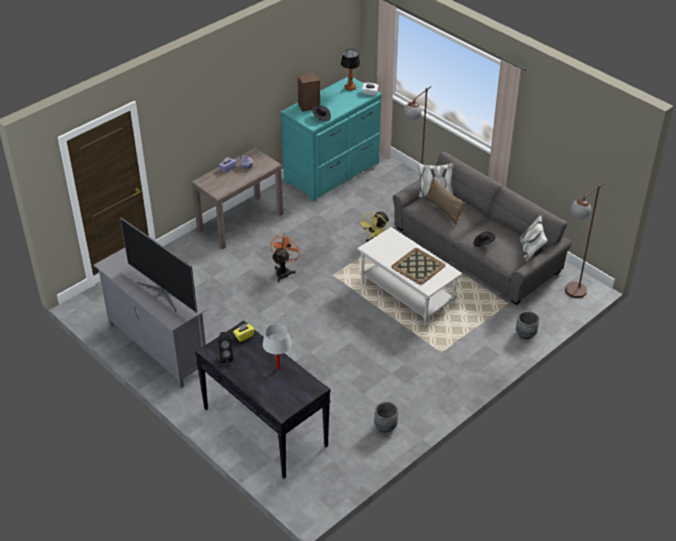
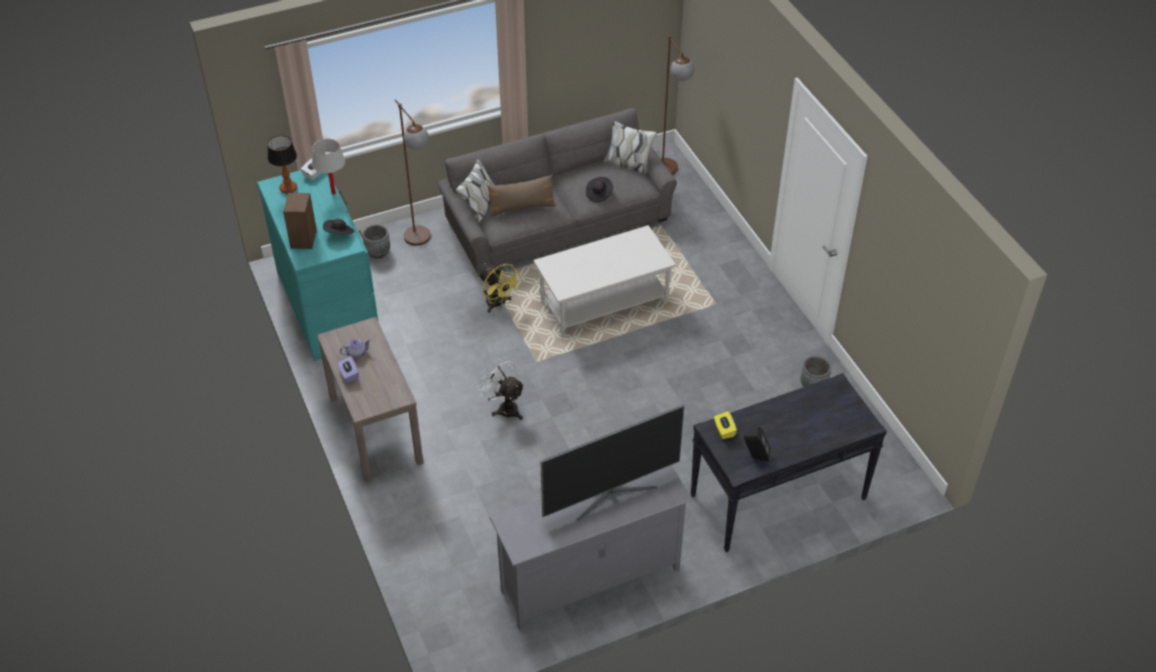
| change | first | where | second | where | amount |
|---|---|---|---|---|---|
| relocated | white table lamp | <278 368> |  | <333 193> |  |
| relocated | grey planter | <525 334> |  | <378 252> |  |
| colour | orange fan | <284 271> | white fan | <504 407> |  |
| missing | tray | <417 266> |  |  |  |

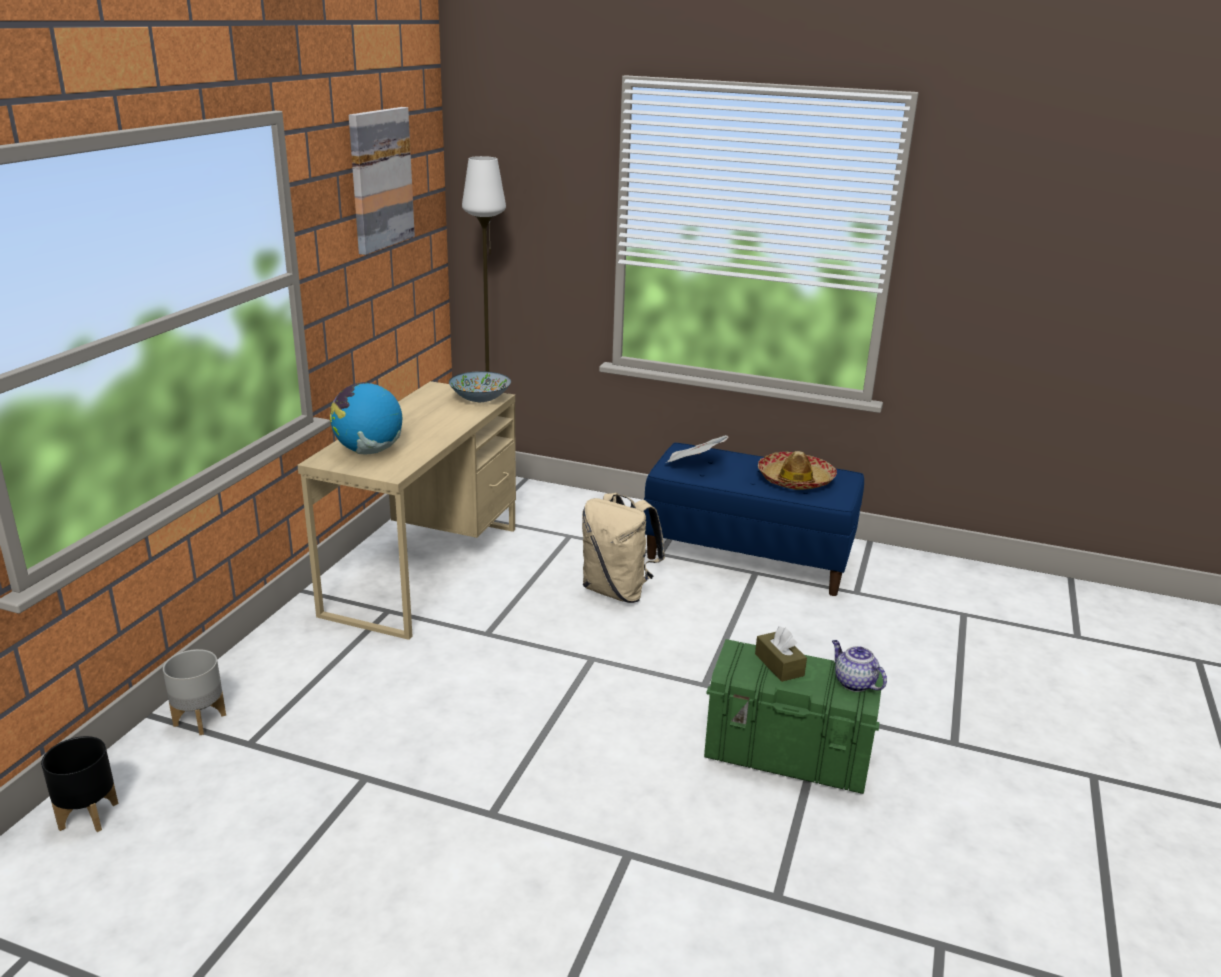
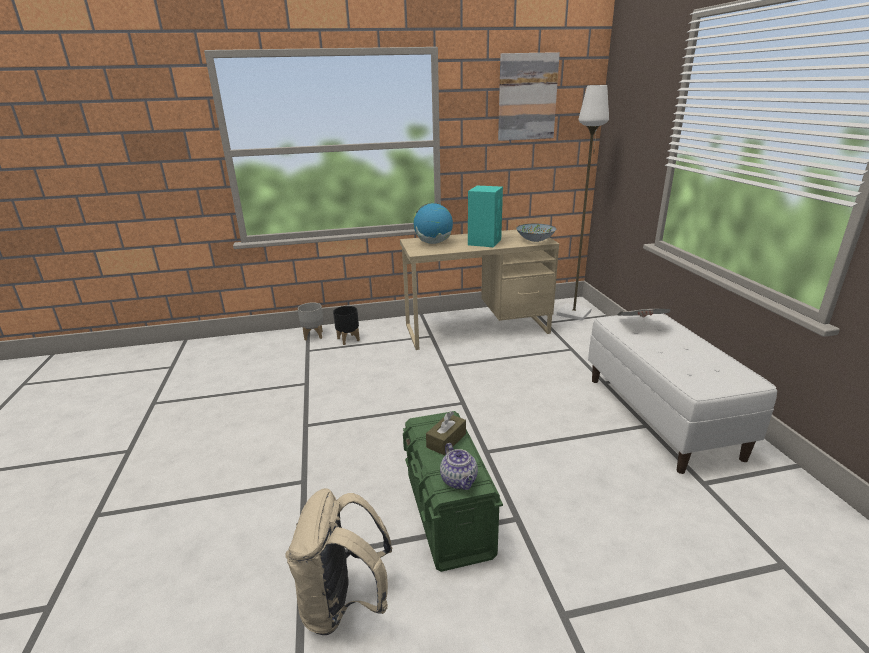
| change | first | where | second | where | amount |
|---|---|---|---|---|---|
| relocated | beige backpack | <618 591> |  | <343 603> |  |
| relocated | black planter | <89 815> |  | <348 339> |  |
| spun | teapot | <853 682> |  | <459 481> | 135 degrees clockwise |
| appeared |  |  | turquoise speaker | <485 242> |  |
| colour | blue bench | <749 557> | white bench | <661 416> |  |
| missing | hat | <795 480> |  |  |  |

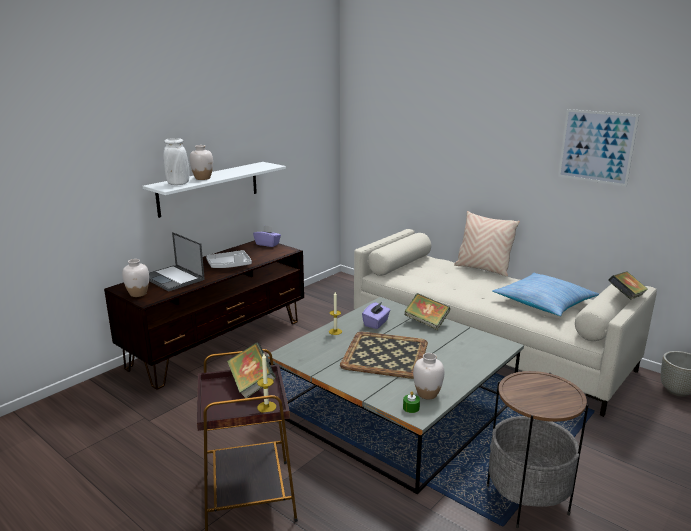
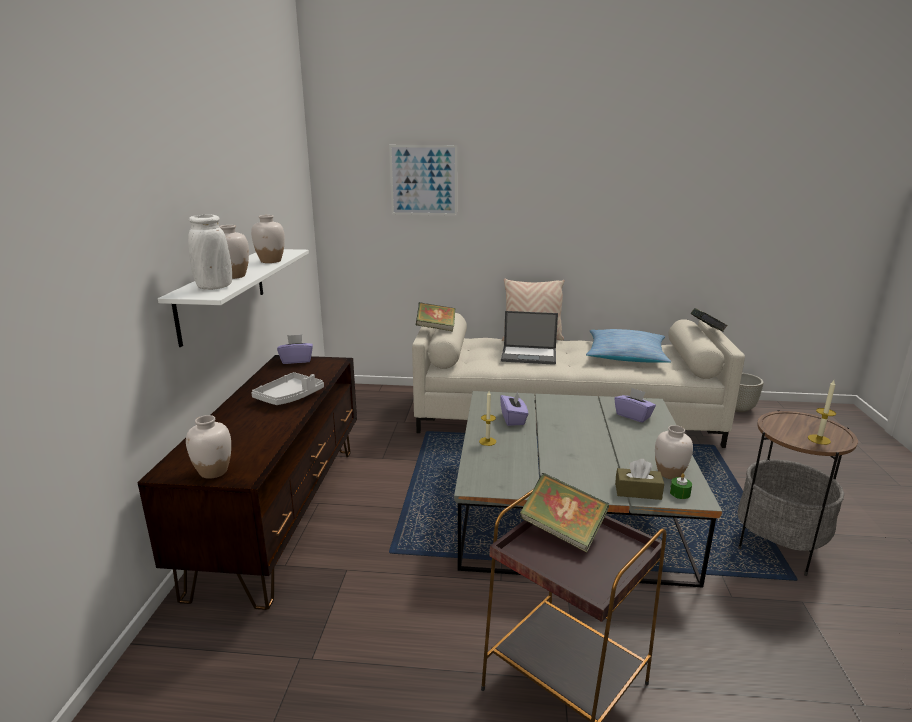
| change | first | where | second | where | amount |
|---|---|---|---|---|---|
| appeared |  |  | white vase | <270 261> |  |
| relocated | picture | <596 147> |  | <423 180> |  |
| relocated | book | <426 322> |  | <436 328> |  |
| relocated | laptop | <173 278> |  | <529 355> |  |
| appeared |  |  | purple tissue box | <633 416> |  |
| appeared |  |  | brown tissue box | <638 491> |  |
| relocated | candle | <266 407> |  | <819 439> |  |
| missing | tray | <386 354> |  |  |  |

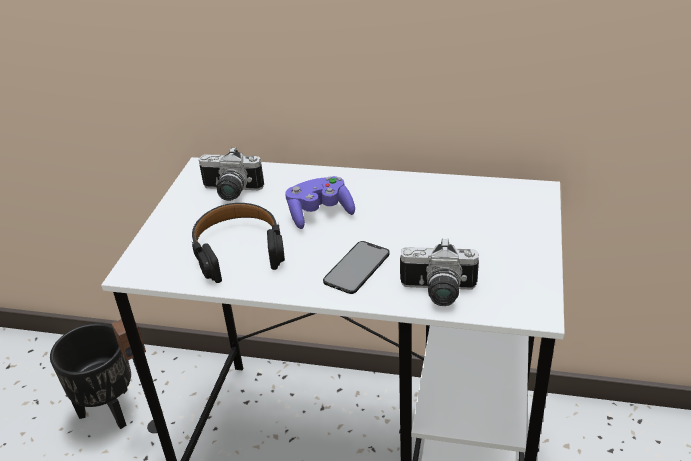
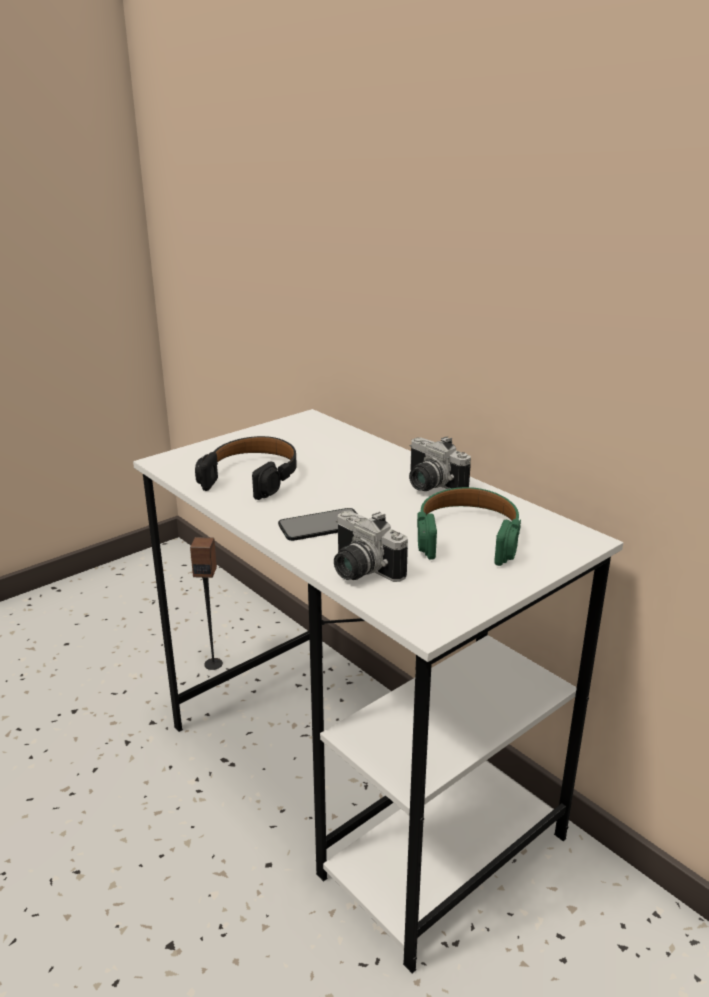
| change | first | where | second | where | amount |
|---|---|---|---|---|---|
| relocated | photo camera | <230 192> |  | <429 485> |  |
| appeared |  |  | green headphones | <467 537> |  |
| missing | black planter | <109 411> |  |  |  |
| missing | purple game controller | <319 213> |  |  |  |

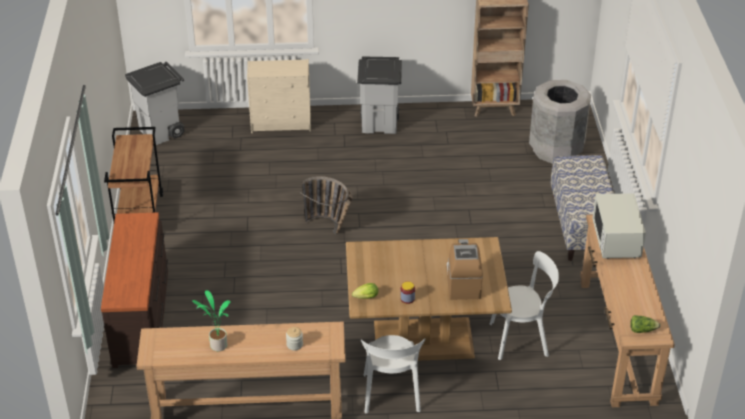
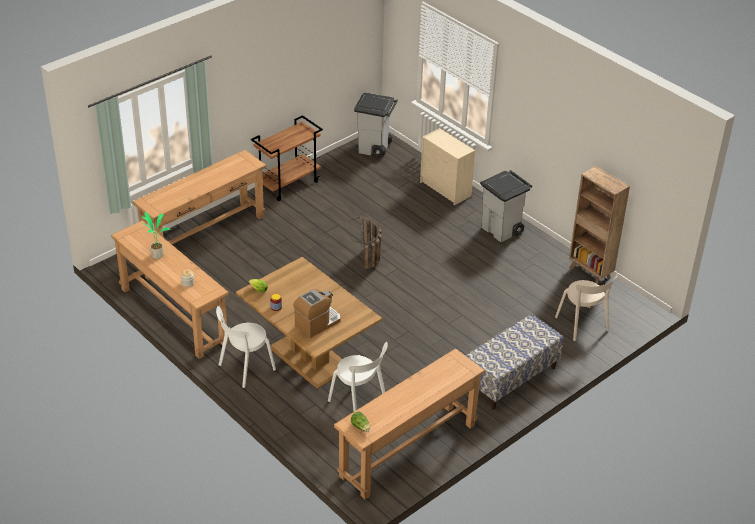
| change | first | where | second | where | amount |
|---|---|---|---|---|---|
| exchanged | brown dresser | <142 317> | brown console table | <204 234> |  |
| exchanged | grey trash can | <556 149> | beige chair | <583 325> |  |
| missing | white microwave | <616 240> |  |  |  |

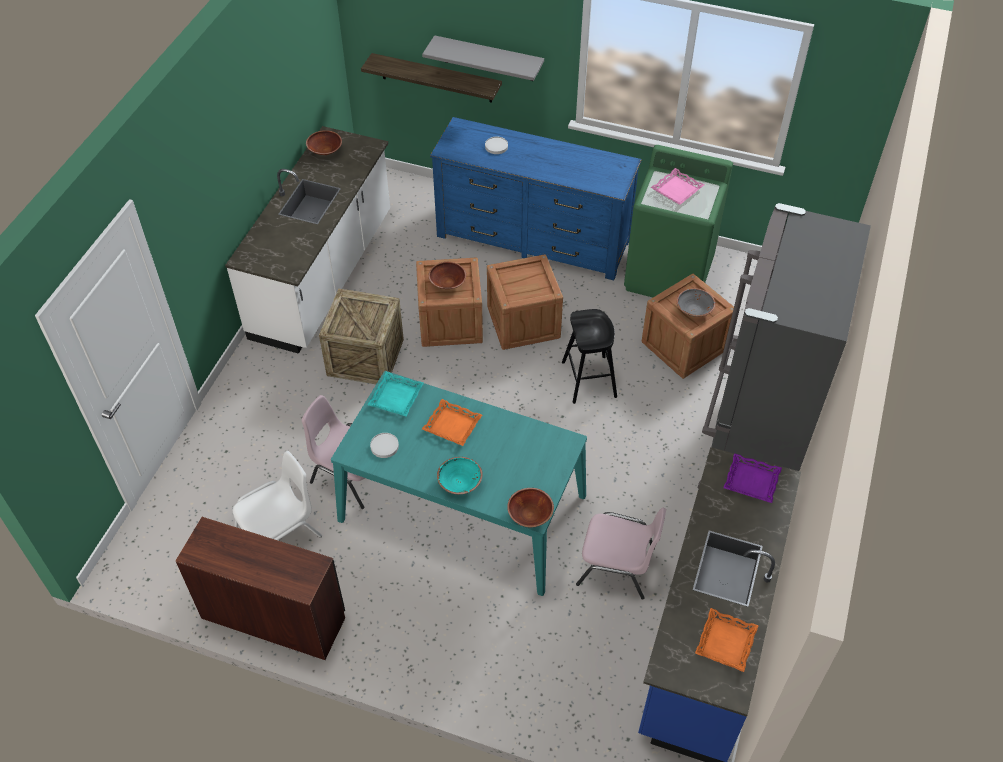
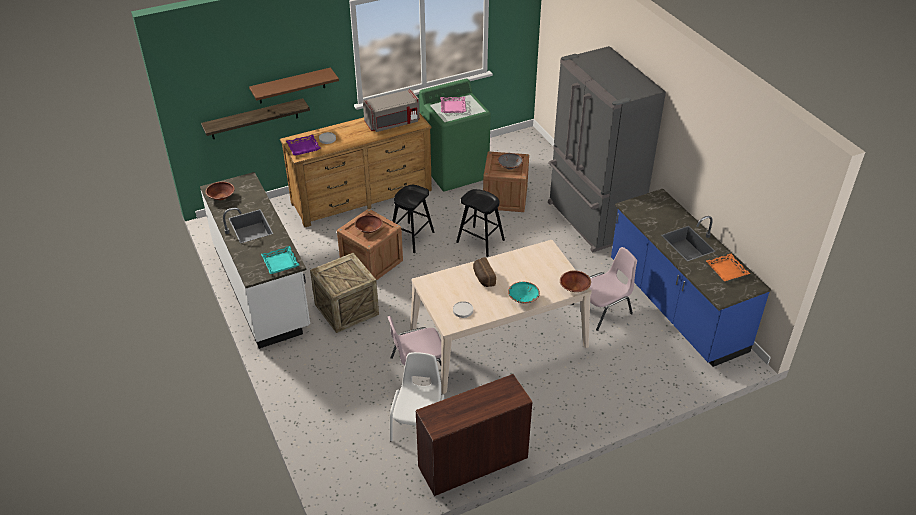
| change | first | where | second | where | amount |
|---|---|---|---|---|---|
| colour | grey shelf | <488 59> | brown shelf | <291 86> |  |
| relocated | turquoise tray | <396 397> |  | <281 262> |  |
| colour | blue dresser | <533 238> | brown dresser | <362 197> |  |
| relocated | purple tray | <751 481> |  | <303 147> |  |
| appeared |  |  | grey microwave | <393 123> |  |
| exchanged | crate | <523 322> | black stool | <411 237> |  |
| colour | turquoise dining table | <462 508> | beige dining table | <498 339> |  |
| exchanged | orange tray | <452 425> | bread | <483 278> |  |

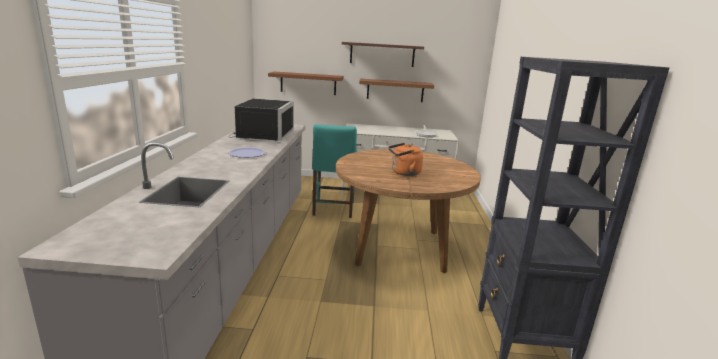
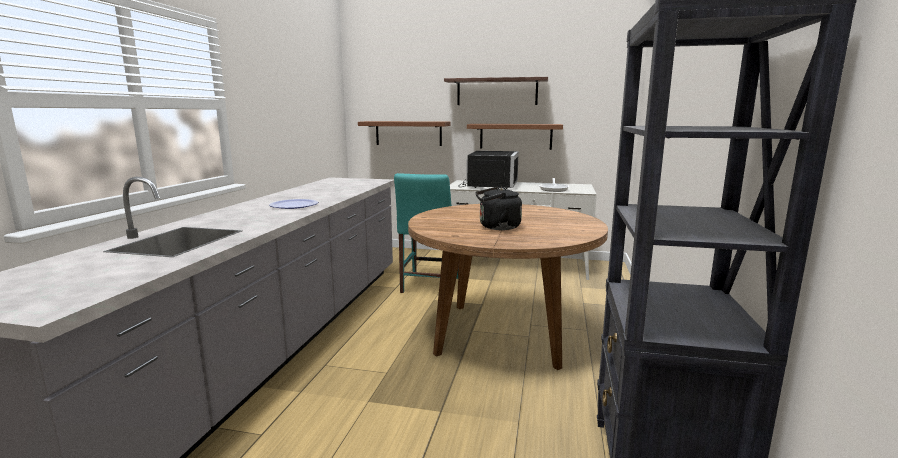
| change | first | where | second | where | amount |
|---|---|---|---|---|---|
| relocated | black microwave | <261 134> |  | <488 185> |  |
| colour | orange kettle | <404 173> | black kettle | <497 227> |  |

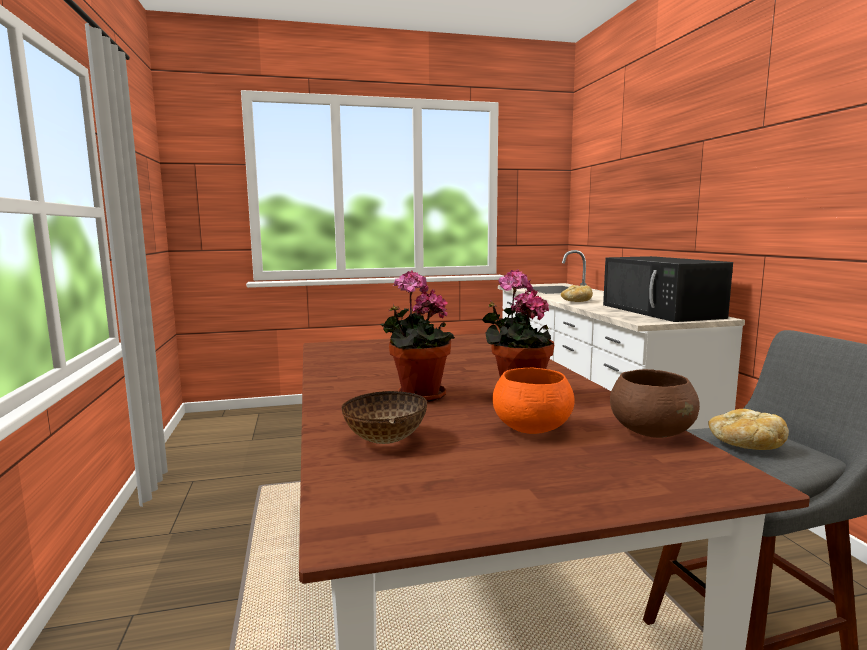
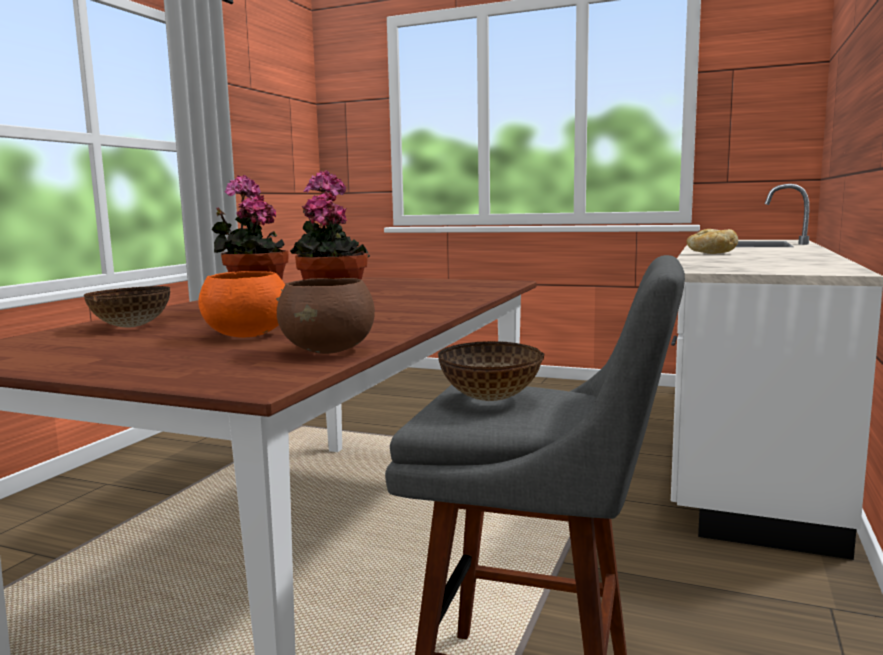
| change | first | where | second | where | amount |
|---|---|---|---|---|---|
| exchanged | bread | <745 445> | bowl | <489 399> |  |
| missing | black microwave | <662 311> |  |  |  |

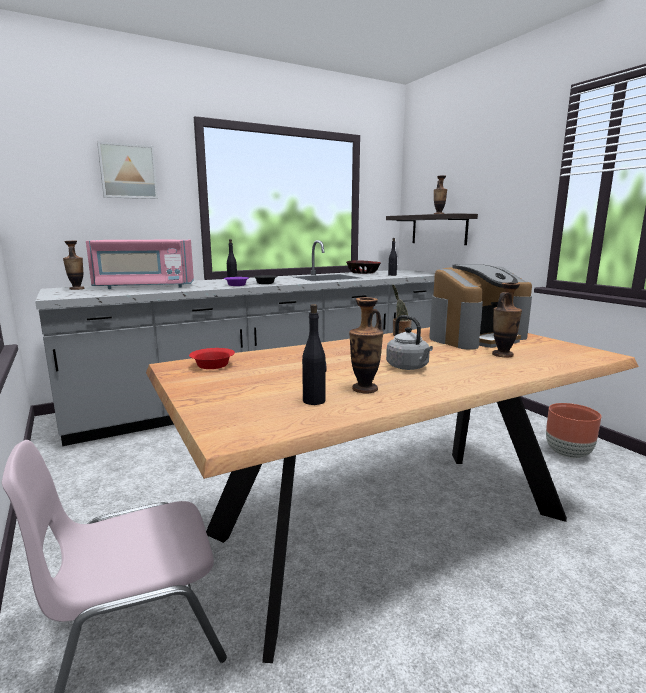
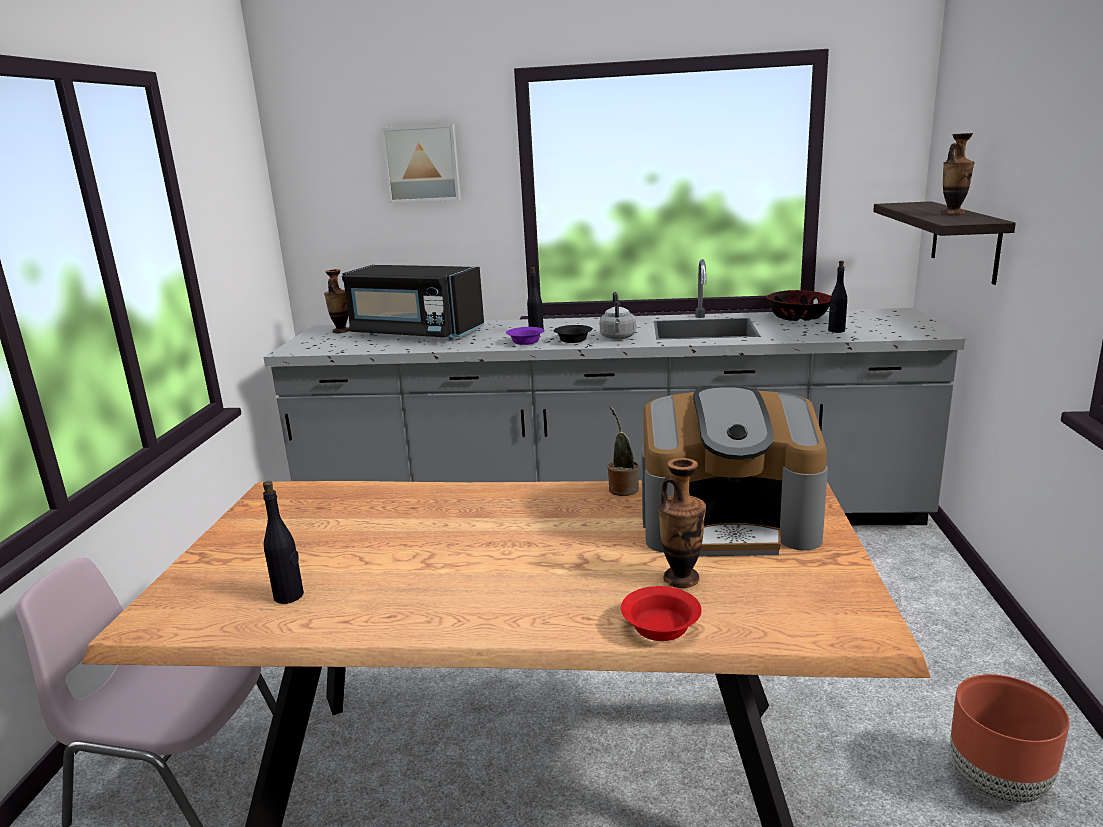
| change | first | where | second | where | amount |
|---|---|---|---|---|---|
| colour | pink microwave | <145 287> | black microwave | <415 334> |  |
| relocated | grey kettle | <409 367> |  | <618 337> |  |
| relocated | red bowl | <214 365> |  | <662 627> |  |
| missing | vase | <364 389> |  |  |  |

